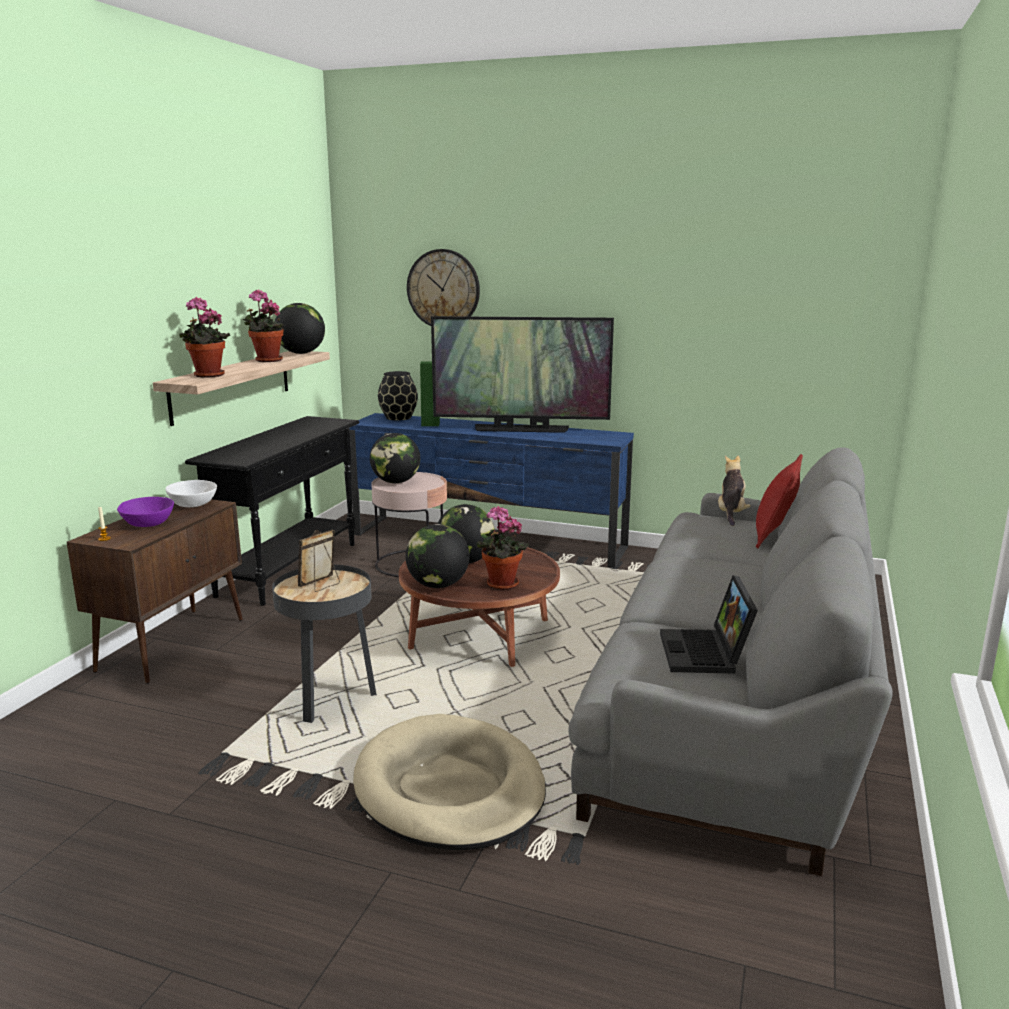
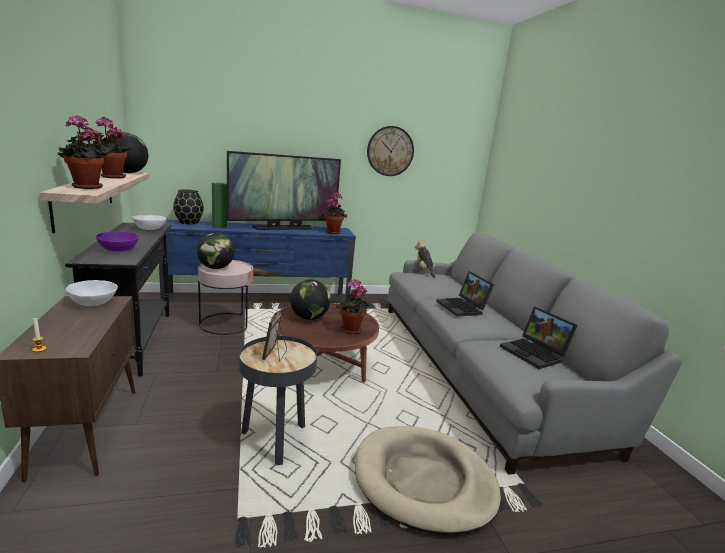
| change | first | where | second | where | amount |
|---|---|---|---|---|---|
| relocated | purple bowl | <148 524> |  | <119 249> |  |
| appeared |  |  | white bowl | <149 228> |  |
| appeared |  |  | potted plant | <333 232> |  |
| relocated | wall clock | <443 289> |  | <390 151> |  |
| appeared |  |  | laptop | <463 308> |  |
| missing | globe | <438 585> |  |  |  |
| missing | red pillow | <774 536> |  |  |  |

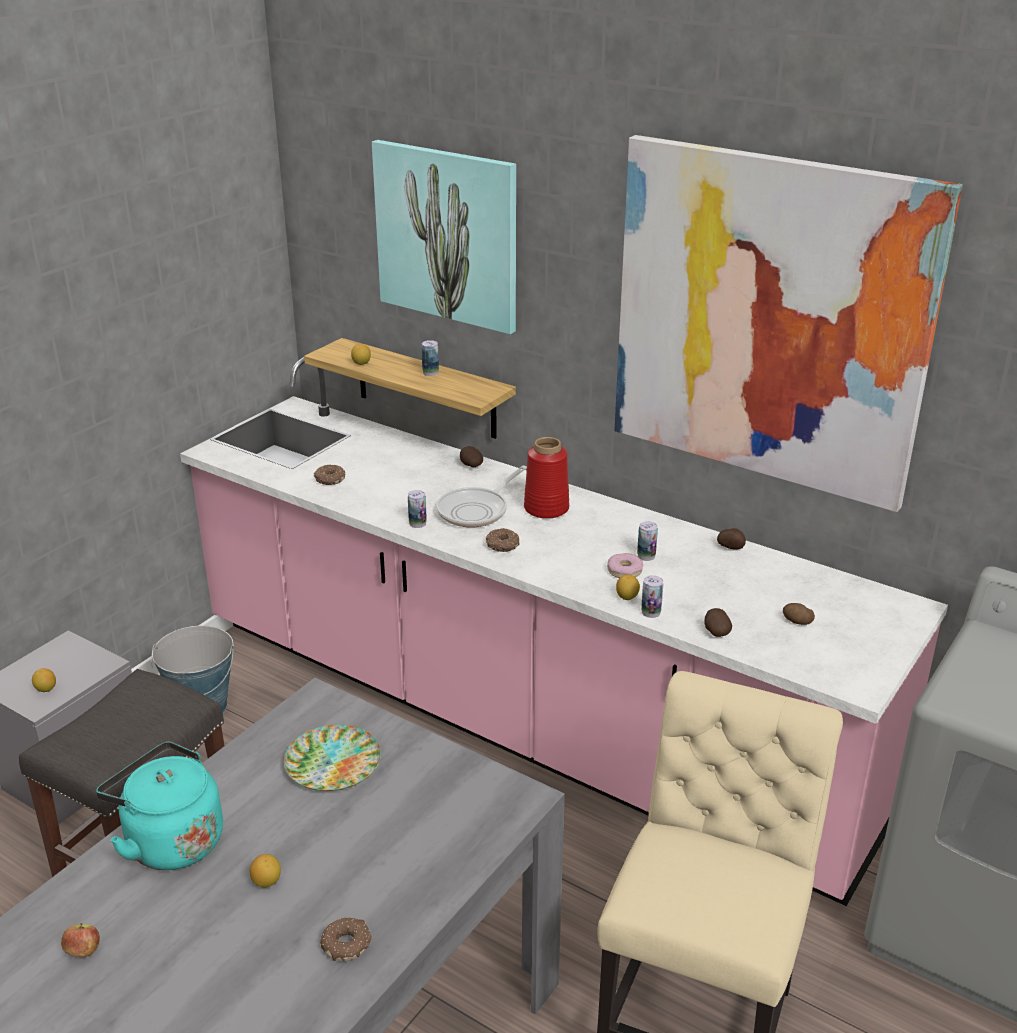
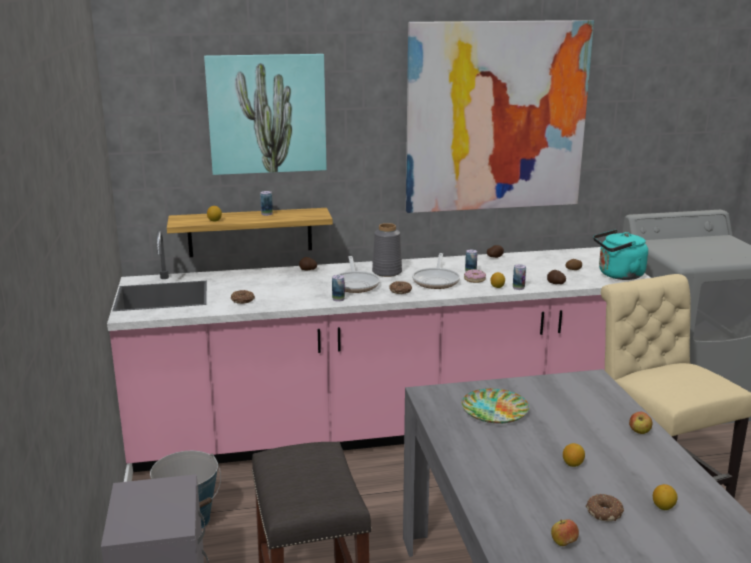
| change | first | where | second | where | amount |
|---|---|---|---|---|---|
| colour | red vase | <547 509> | grey vase | <387 272> |  |
| appeared |  |  | frying pan | <436 280> |  |
| relocated | donut | <347 944> |  | <604 512> |  |
| relocated | turquoise kettle | <170 840> |  | <618 275> |  |
| appeared |  |  | apple | <639 432> |  |
| relocated | lemon | <46 689> |  | <663 507> |  |

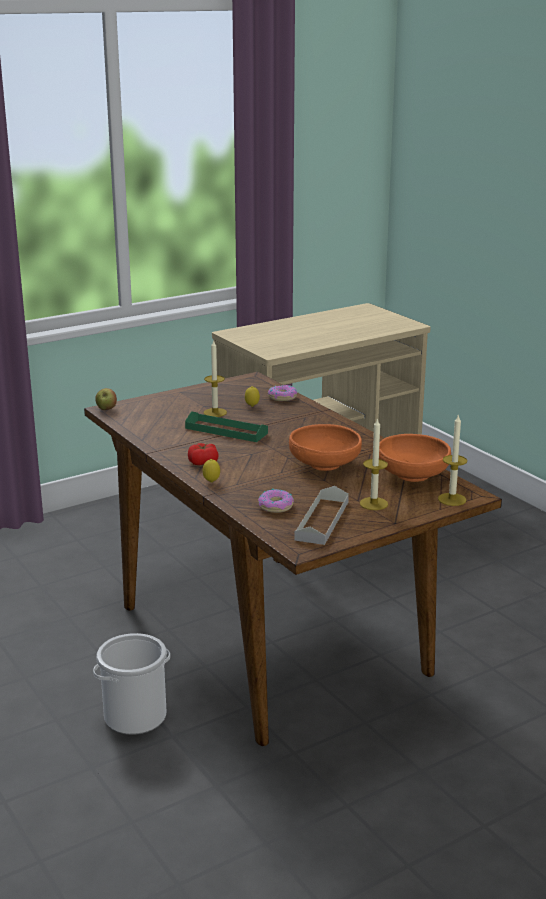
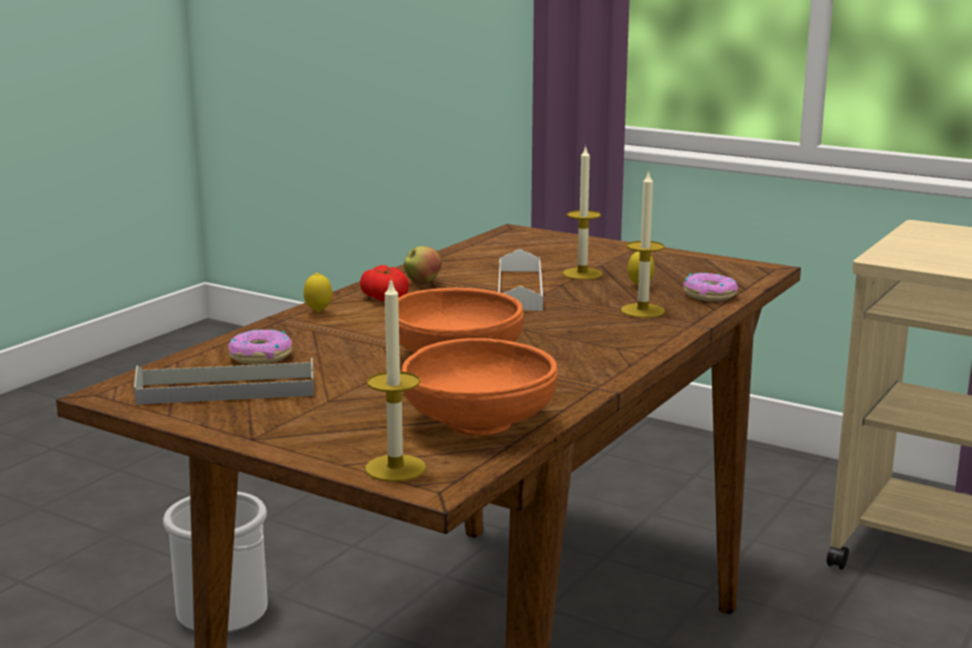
| change | first | where | second | where | amount |
|---|---|---|---|---|---|
| relocated | apple | <106 409> |  | <423 283> |  |
| colour | green tray | <226 431> | white tray | <520 289> |  |
| relocated | candle | <373 503> |  | <642 311> |  |

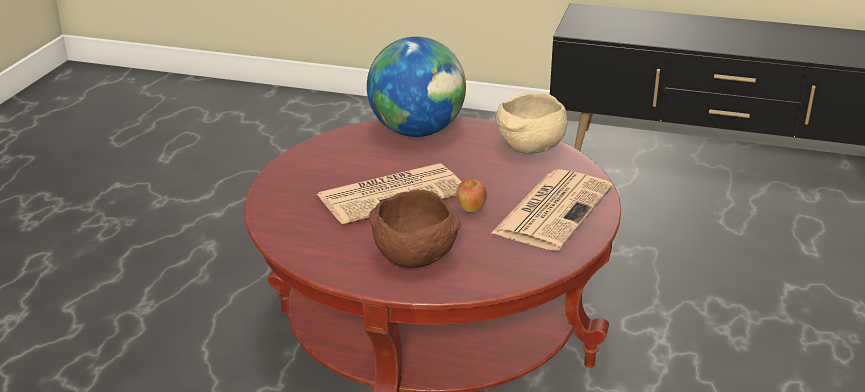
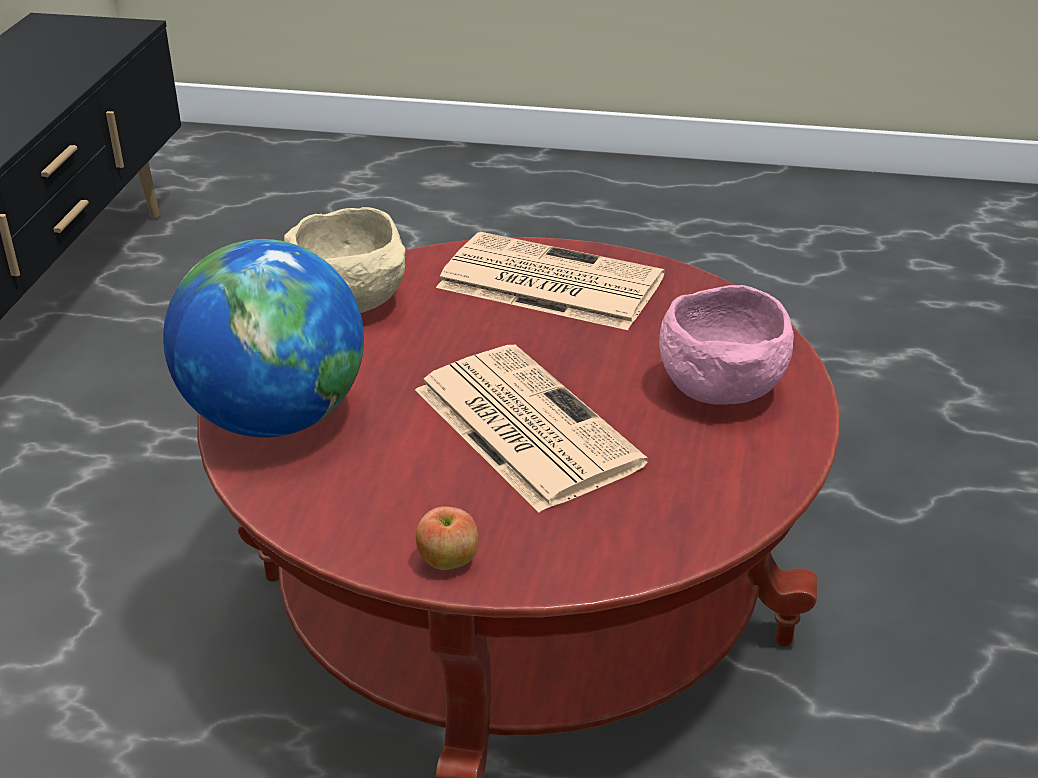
| change | first | where | second | where | amount |
|---|---|---|---|---|---|
| relocated | apple | <470 209> |  | <448 562> |  |
| colour | brown bowl | <416 259> | pink bowl | <720 389> |  |

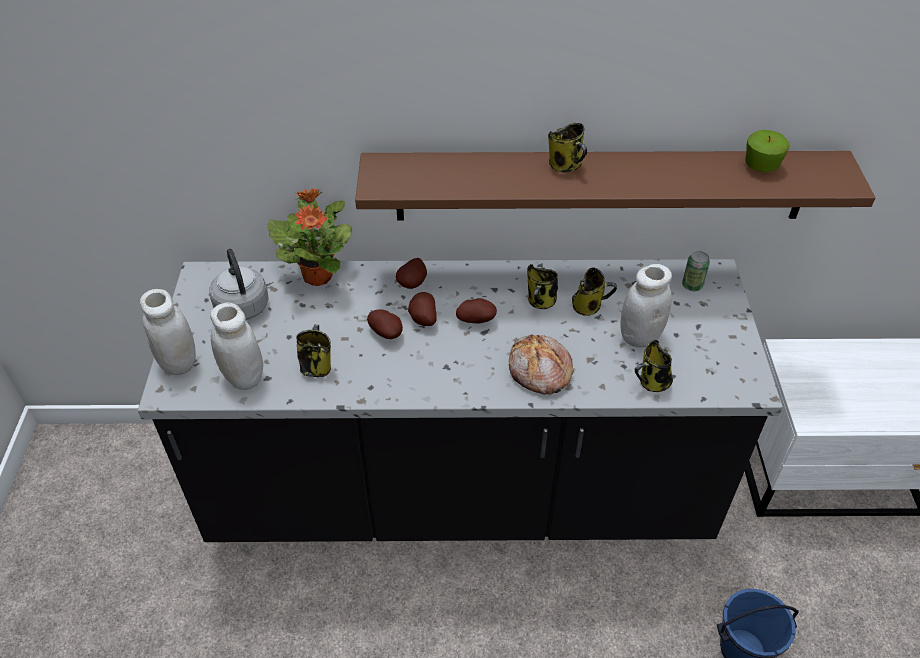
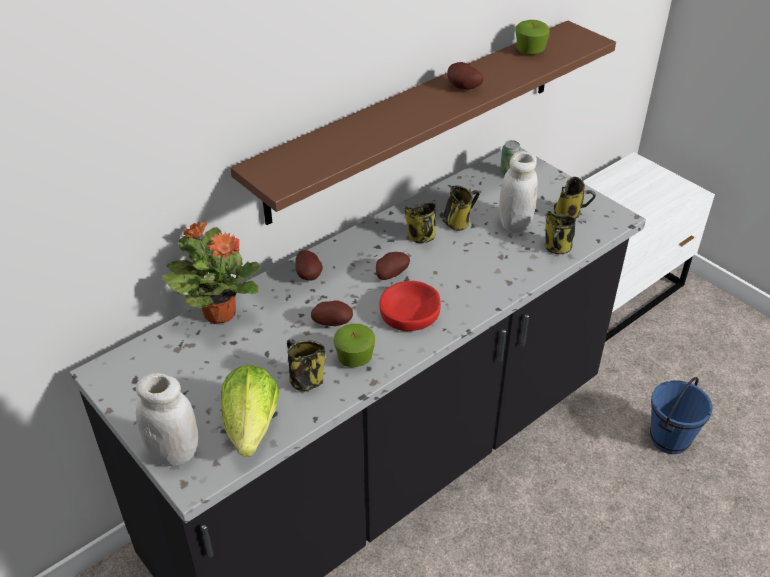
| change | first | where | second | where | amount |
|---|---|---|---|---|---|
| exchanged | white jar | <244 377> | lettuce | <252 426> |  |
| appeared |  |  | apple | <354 358> |  |
| appeared |  |  | red bowl | <410 313> |  |
| relocated | potato | <422 319> |  | <462 88> |  |
| relocated | mug | <566 165> |  | <569 214> |  |
| missing | grey kettle | <241 305> |  |  |  |
| missing | bread | <538 371> |  |  |  |

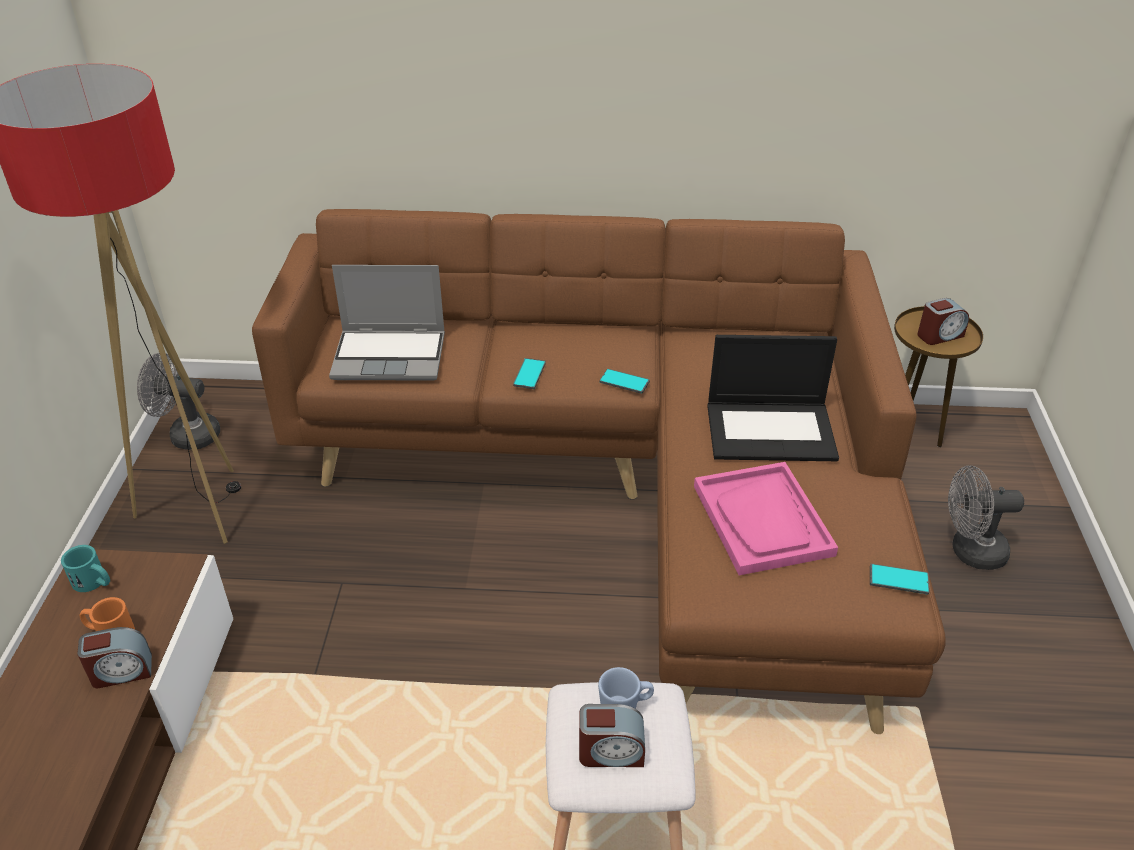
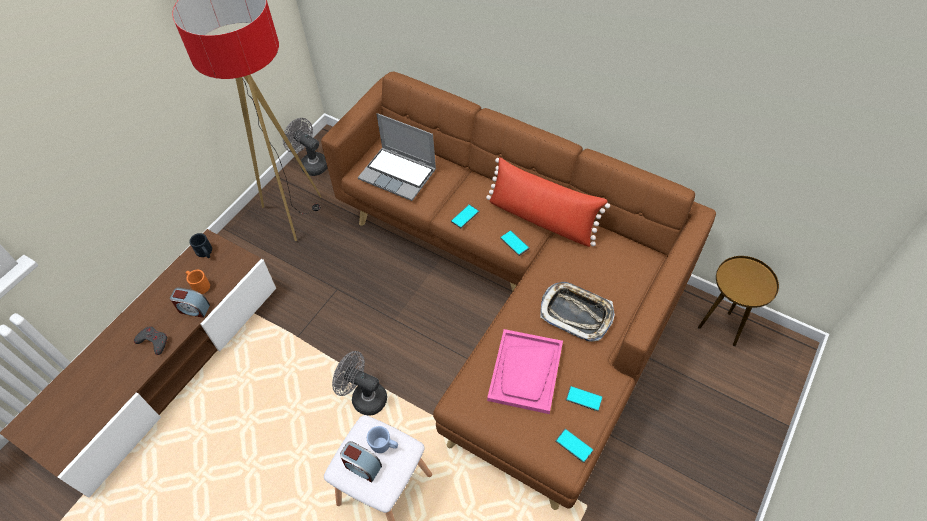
| change | first | where | second | where | amount |
|---|---|---|---|---|---|
| appeared |  |  | grey game controller | <153 341> |  |
| colour | turquoise mug | <94 582> | black mug | <205 253> |  |
| relocated | grey fan | <969 552> |  | <364 397> |  |
| appeared |  |  | red pillow | <542 219> |  |
| exchanged | laptop | <771 430> | tray | <576 313> |  |
| appeared |  |  | phone | <584 398> |  |
| missing | alarm clock | <939 335> |  |  |  |

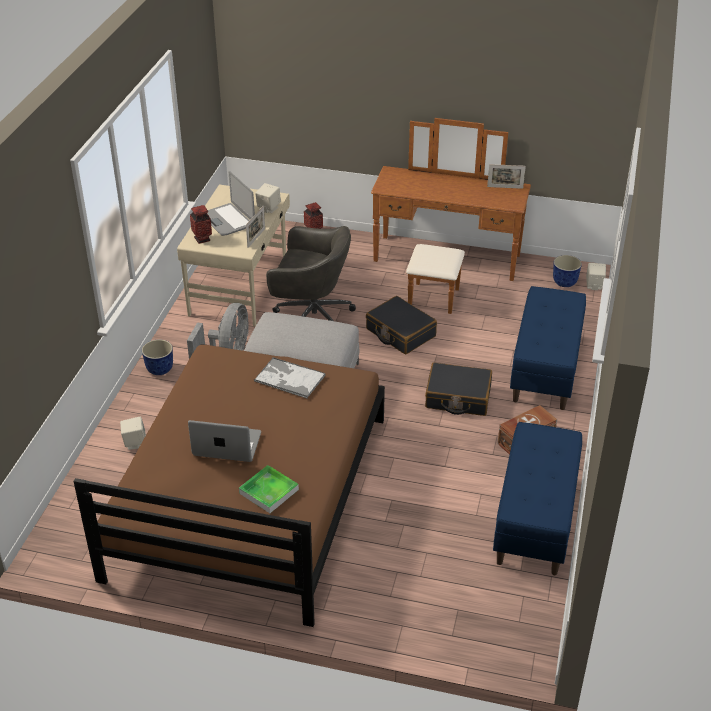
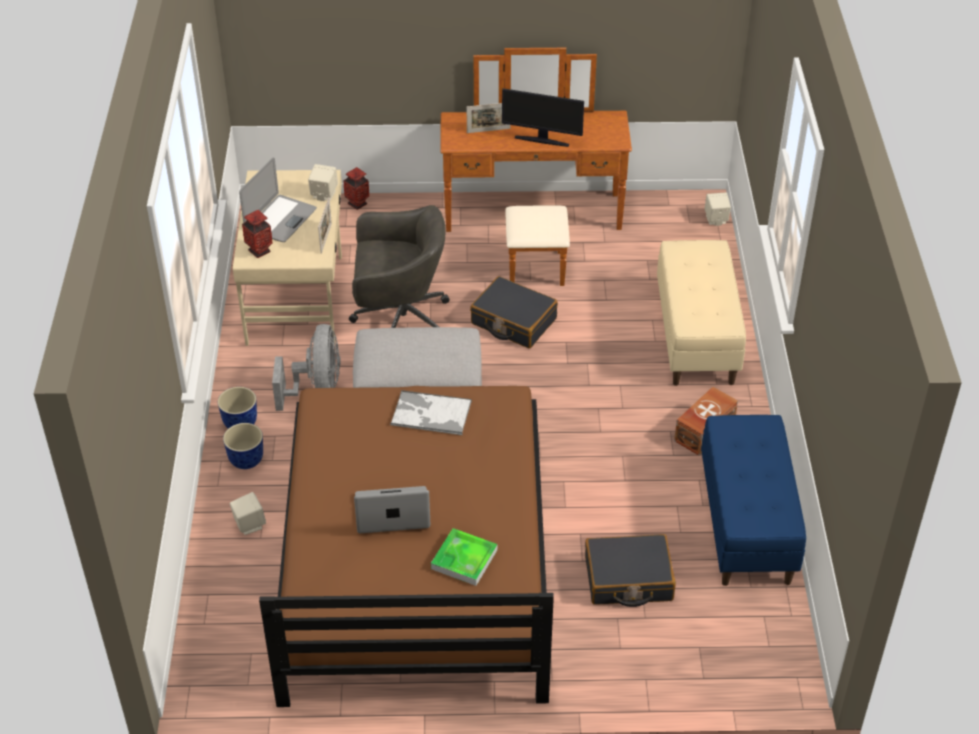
| change | first | where | second | where | amount |
|---|---|---|---|---|---|
| relocated | planter | <564 282> |  | <246 460> |  |
| spun | laptop | <228 220> |  | <280 219> | 105 degrees counterclockwise |
| relocated | picture frame | <505 187> |  | <488 130> |  |
| appeared |  |  | monitor | <542 140> |  |
| relocated | black suitcase | <458 397> |  | <628 579> |  |
| colour | blue bench | <546 369> | beige bench | <697 337> |  |

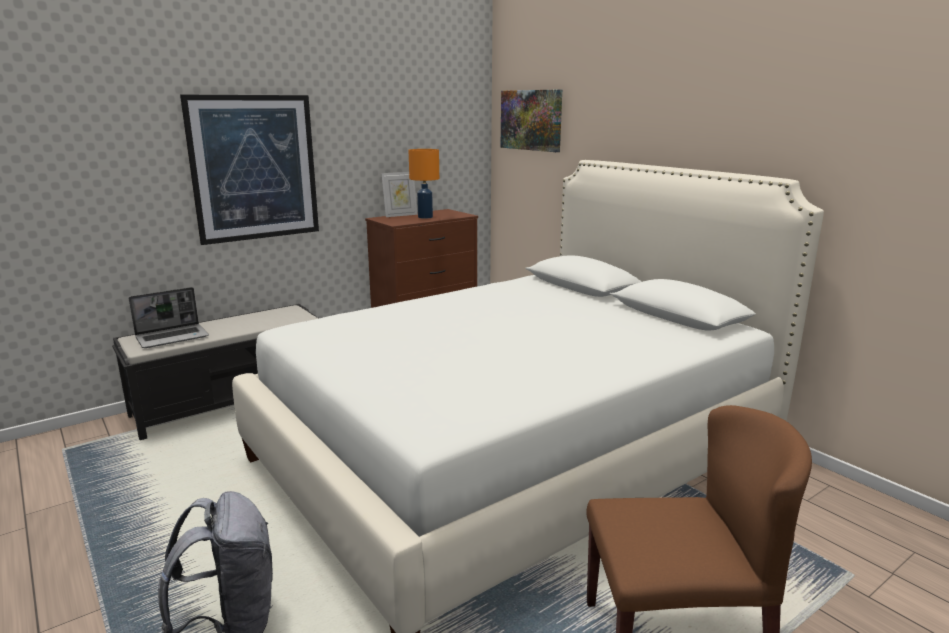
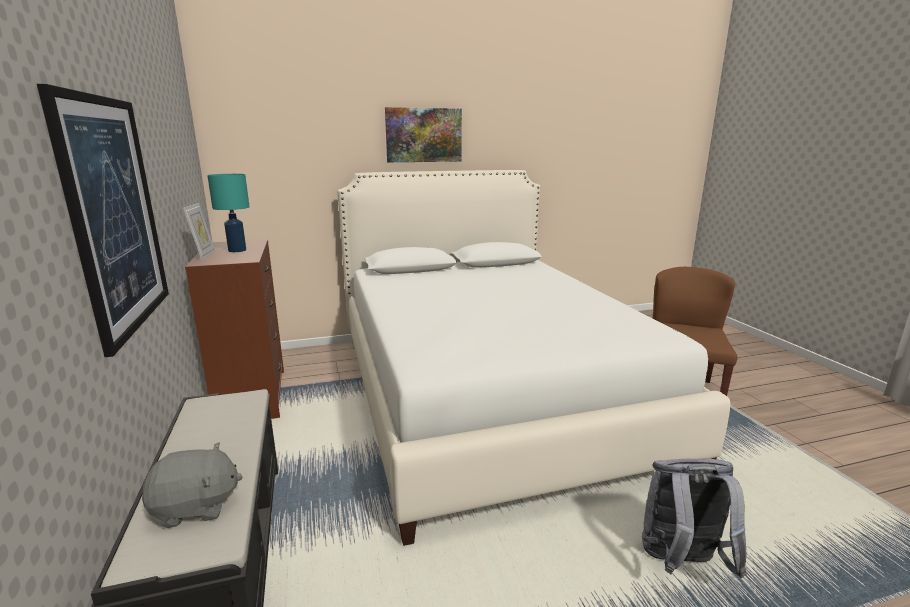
| change | first | where | second | where | amount |
|---|---|---|---|---|---|
| exchanged | laptop | <173 337> | grey plush toy | <196 507> |  |
| colour | orange table lamp | <425 217> | turquoise table lamp | <238 250> |  |
| relocated | picture | <531 120> |  | <423 135> |  |

